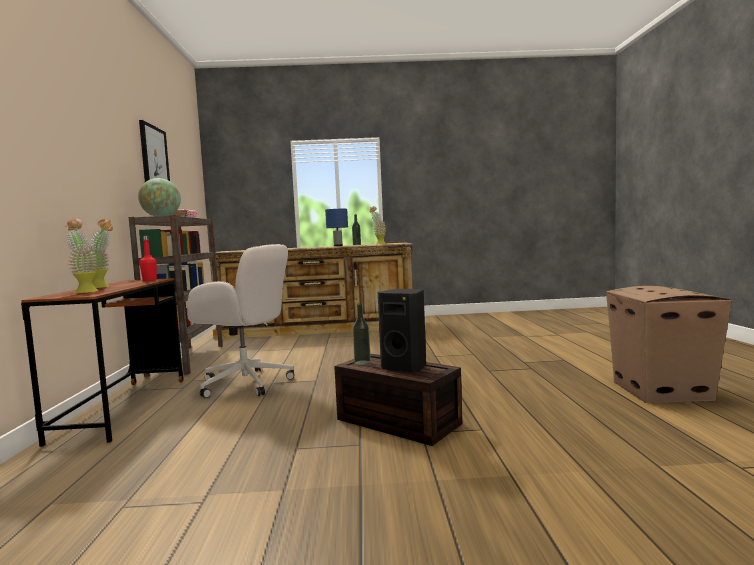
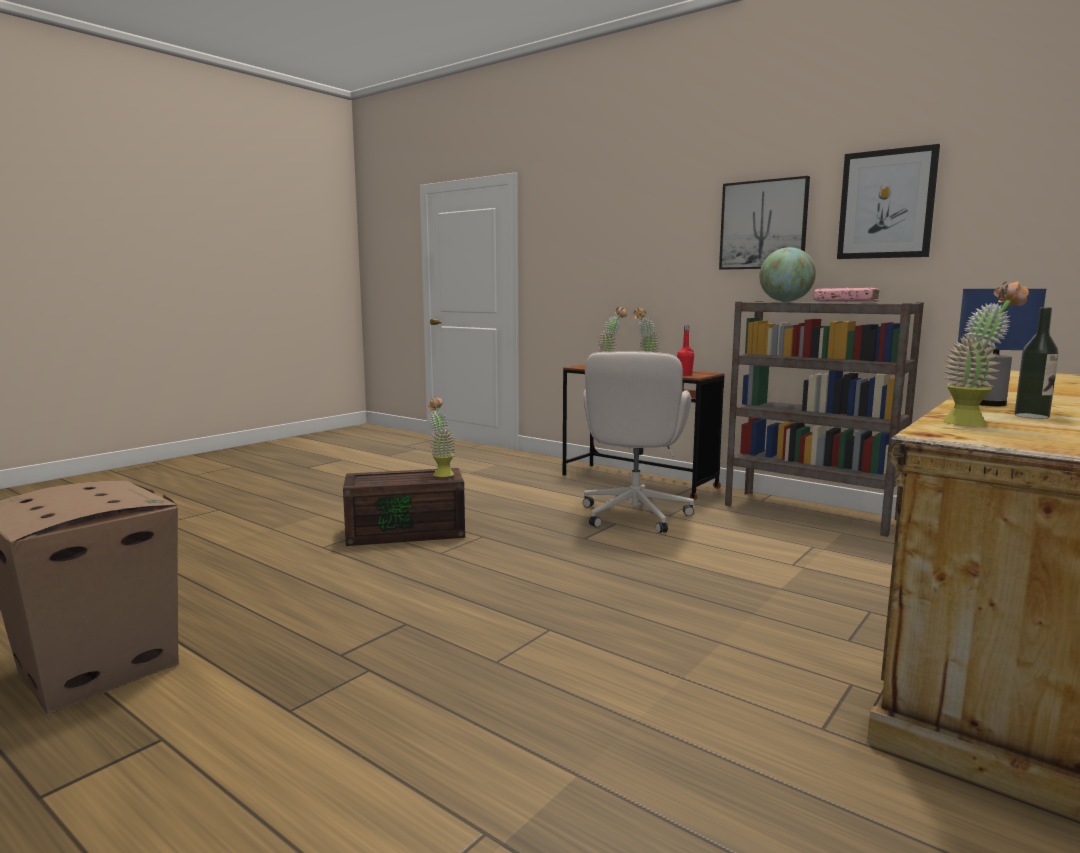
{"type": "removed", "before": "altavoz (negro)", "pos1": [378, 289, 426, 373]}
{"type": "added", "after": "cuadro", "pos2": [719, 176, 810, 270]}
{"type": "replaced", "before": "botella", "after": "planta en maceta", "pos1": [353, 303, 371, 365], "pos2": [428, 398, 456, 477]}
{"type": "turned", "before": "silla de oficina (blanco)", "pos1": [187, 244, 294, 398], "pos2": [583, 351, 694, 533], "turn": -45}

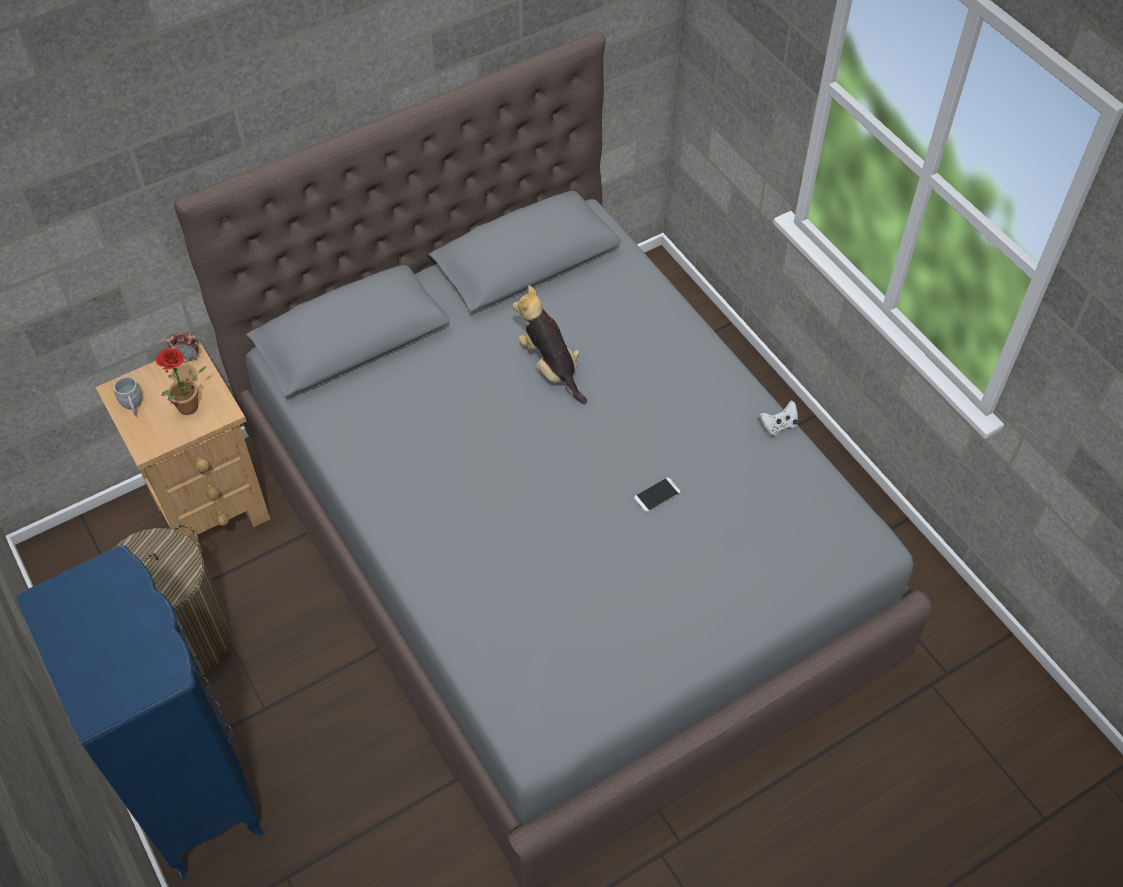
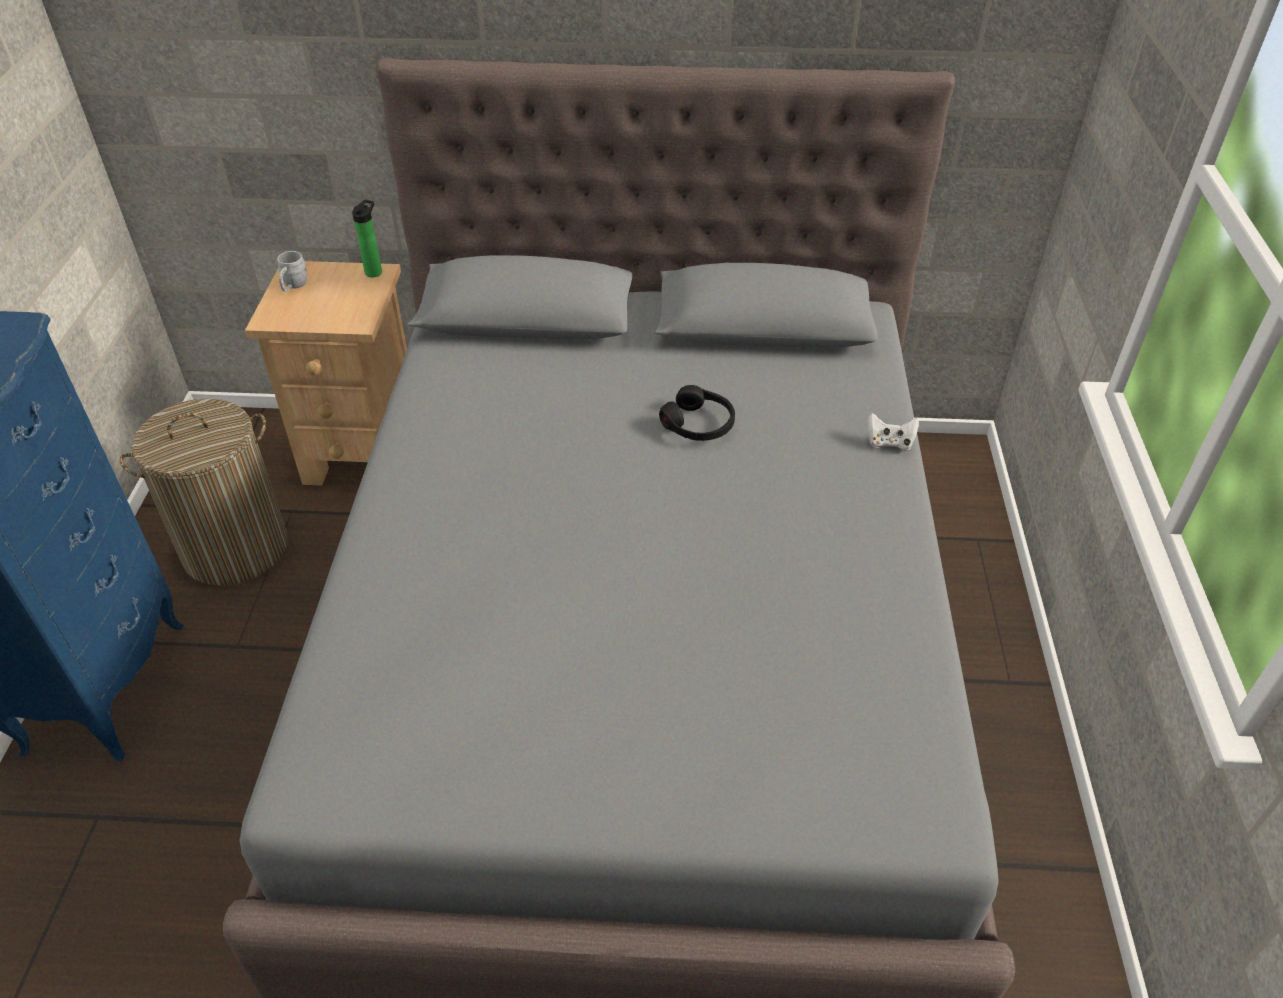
{"type": "removed", "before": "planta en maceta", "pos1": [156, 348, 207, 415]}
{"type": "removed", "before": "móvil", "pos1": [634, 477, 681, 512]}
{"type": "moved", "before": "mando de consola (blanco)", "pos1": [760, 401, 798, 436], "pos2": [867, 413, 919, 451]}
{"type": "replaced", "before": "despertador", "after": "botella", "pos1": [166, 332, 199, 362], "pos2": [352, 200, 382, 277]}
{"type": "replaced", "before": "peluche", "after": "auriculares (negro)", "pos1": [513, 285, 587, 404], "pos2": [659, 385, 735, 441]}

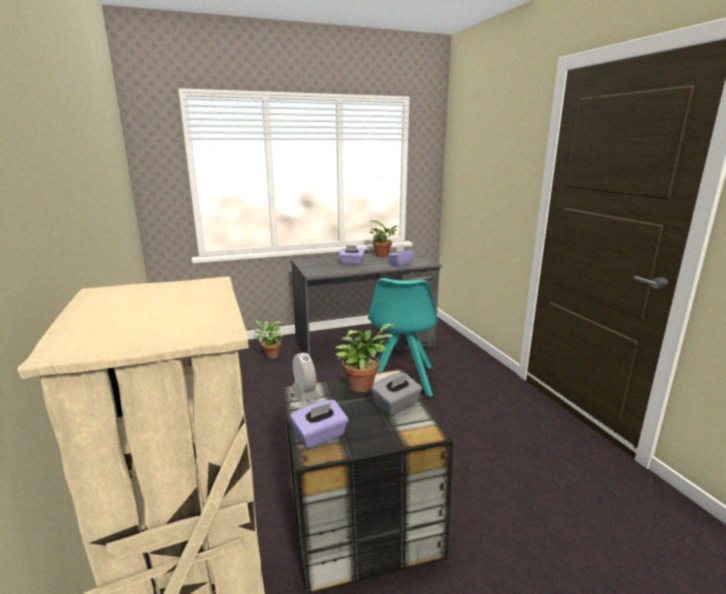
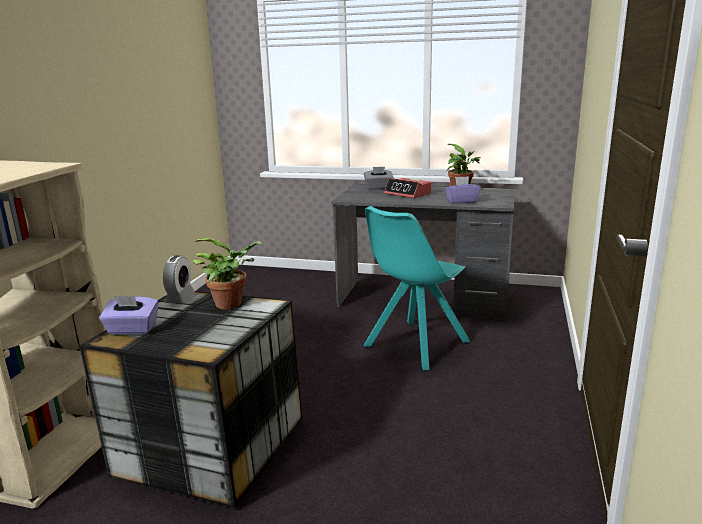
{"type": "removed", "before": "planta en maceta", "pos1": [254, 320, 283, 359]}
{"type": "moved", "before": "caja de pañuelos (gris)", "pos1": [371, 372, 422, 416], "pos2": [364, 167, 394, 189]}
{"type": "replaced", "before": "caja de pañuelos (morado)", "after": "despertador", "pos1": [339, 245, 365, 265], "pos2": [384, 178, 432, 198]}

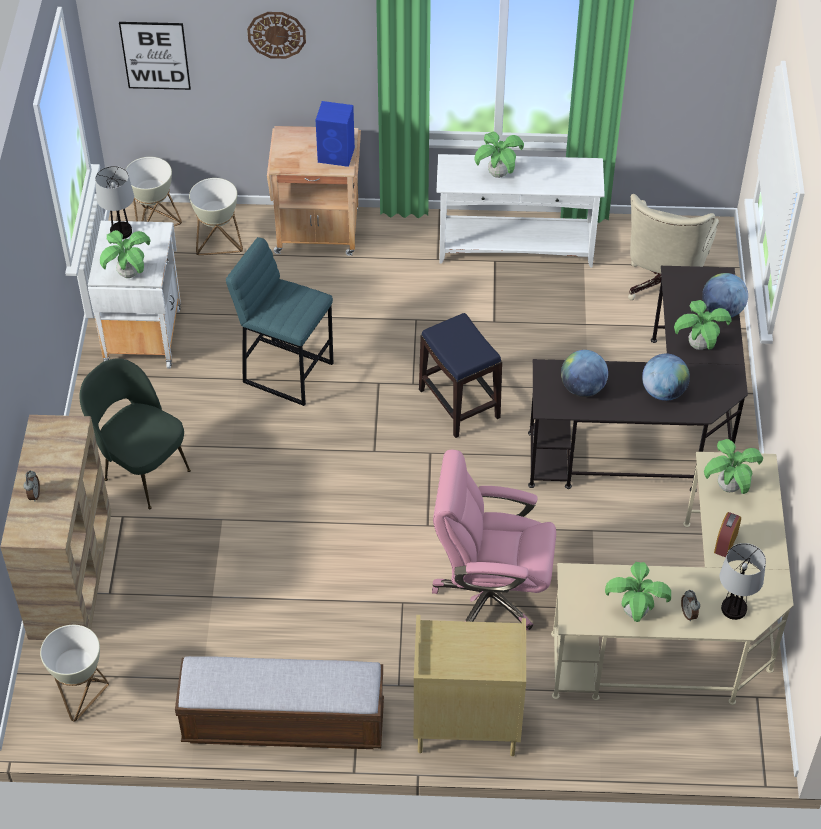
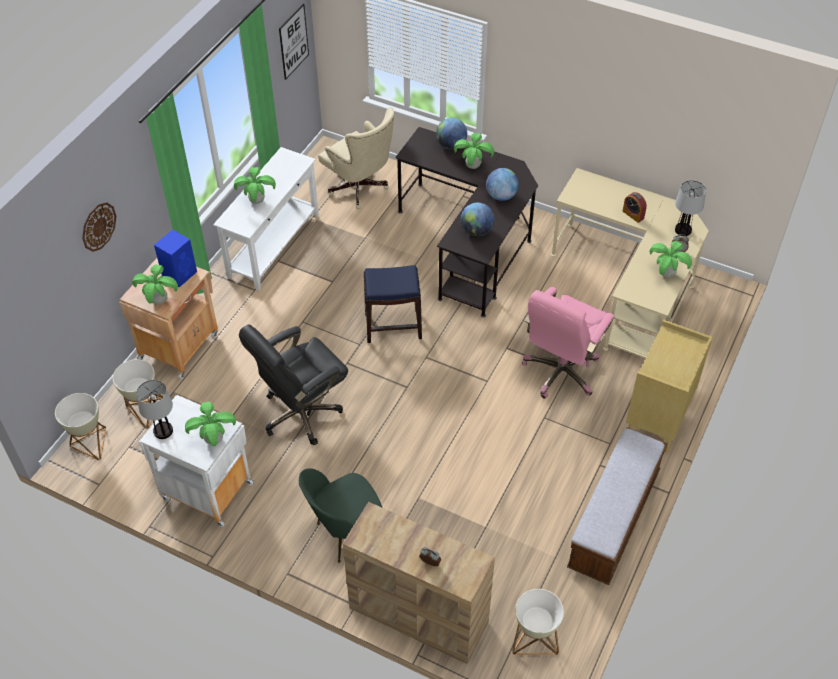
{"type": "moved", "before": "cuadro", "pos1": [119, 22, 191, 90], "pos2": [279, 4, 309, 80]}
{"type": "moved", "before": "planta en maceta", "pos1": [704, 439, 763, 494], "pos2": [132, 265, 178, 304]}
{"type": "replaced", "before": "taburete (turquesa)", "after": "silla de oficina (negro)", "pos1": [226, 237, 333, 406], "pos2": [239, 325, 348, 445]}

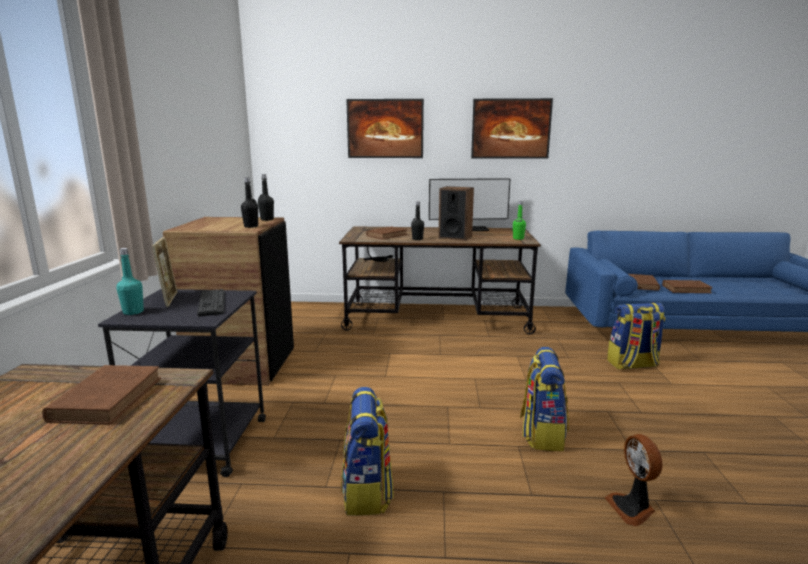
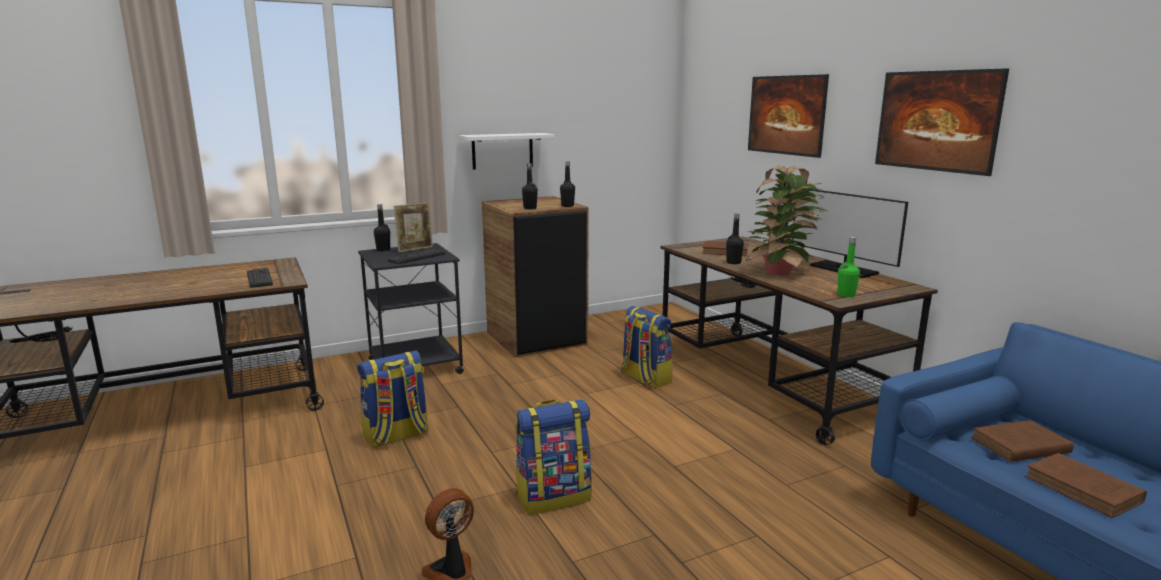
{"type": "added", "after": "estante (blanco)", "pos2": [459, 133, 555, 170]}
{"type": "moved", "before": "mochila", "pos1": [607, 303, 665, 370], "pos2": [621, 306, 673, 388]}
{"type": "replaced", "before": "libro (marrón)", "after": "teclado", "pos1": [42, 365, 161, 425], "pos2": [247, 268, 273, 288]}
{"type": "replaced", "before": "altavoz", "after": "planta en maceta", "pos1": [438, 186, 474, 241], "pos2": [745, 166, 828, 275]}
{"type": "recoloured", "before": "botella (turquesa)", "after": "botella (negro)", "pos1": [116, 248, 144, 315], "pos2": [374, 204, 390, 252]}

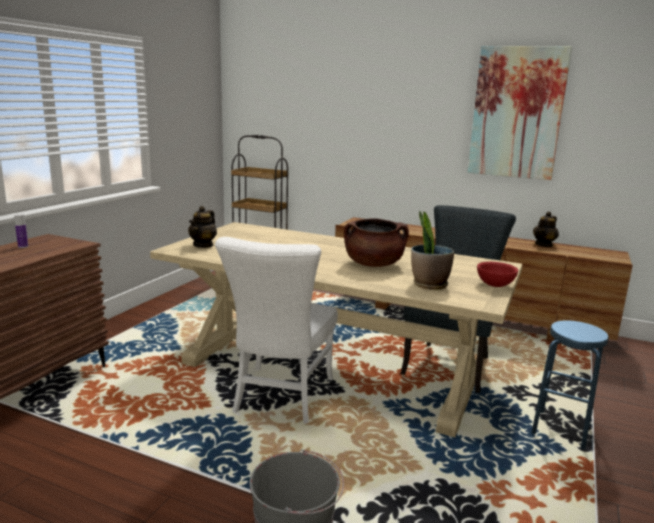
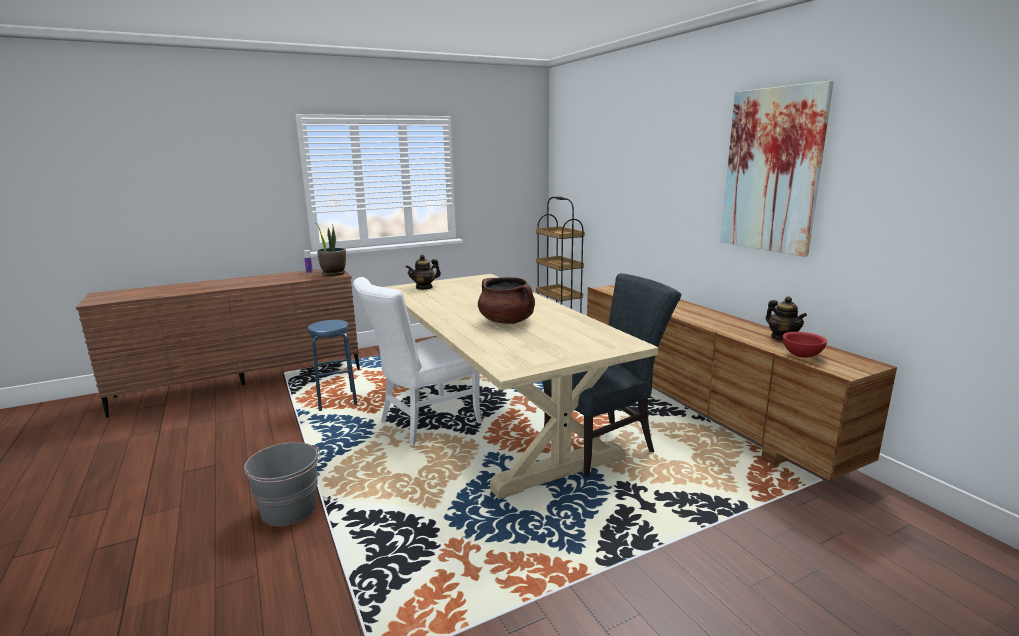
{"type": "moved", "before": "planta en maceta", "pos1": [411, 210, 454, 290], "pos2": [317, 225, 346, 276]}
{"type": "moved", "before": "cuenco (rojo)", "pos1": [477, 262, 518, 287], "pos2": [783, 332, 827, 358]}
{"type": "moved", "before": "taburete (azul)", "pos1": [531, 320, 609, 450], "pos2": [308, 320, 357, 411]}
{"type": "turned", "before": "tetera", "pos1": [533, 211, 559, 247], "pos2": [766, 296, 807, 341], "turn": -105}

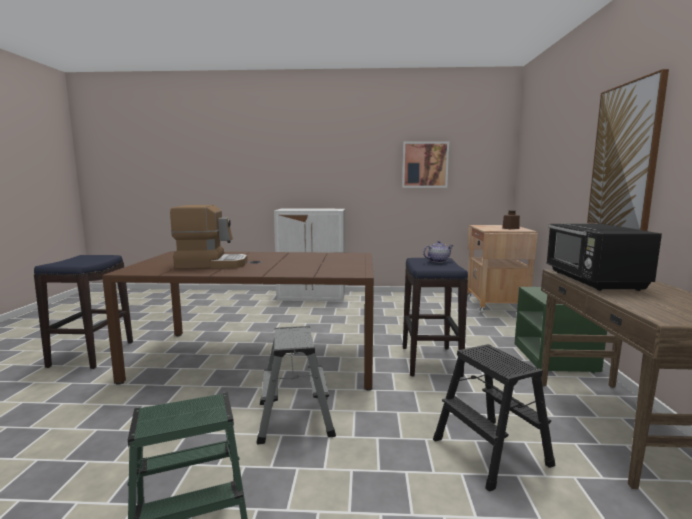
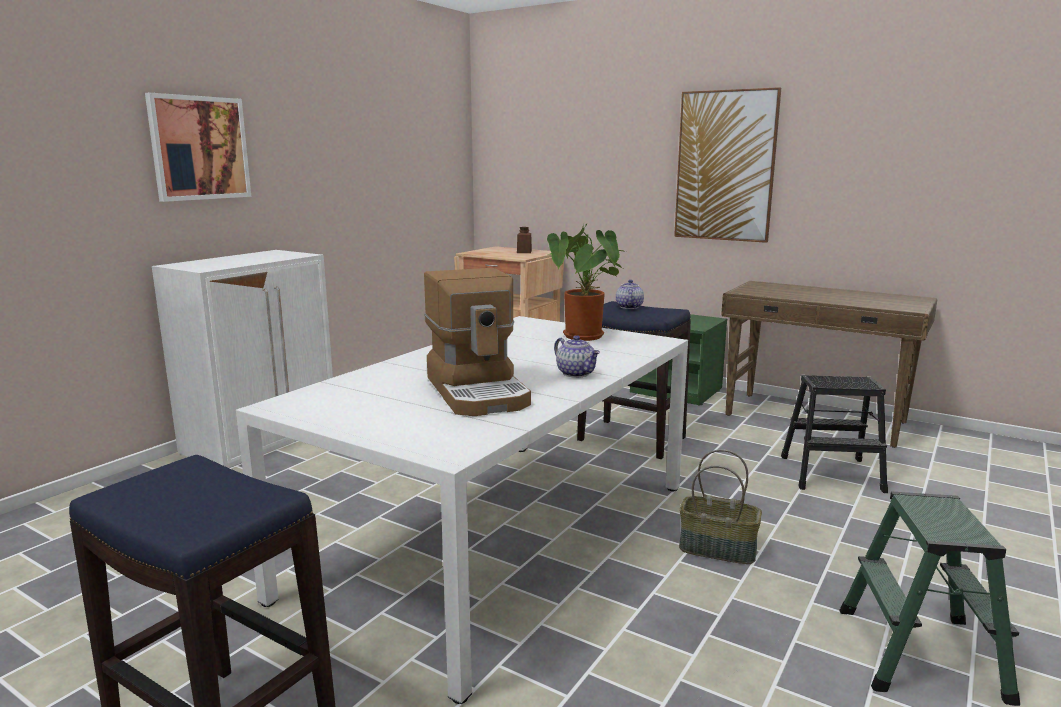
{"type": "removed", "before": "microondas (negro)", "pos1": [546, 224, 662, 291]}
{"type": "added", "after": "planta en maceta", "pos2": [547, 224, 626, 341]}
{"type": "added", "after": "tetera", "pos2": [554, 335, 600, 378]}
{"type": "moved", "before": "cuadro", "pos1": [402, 141, 449, 188], "pos2": [145, 93, 251, 202]}
{"type": "replaced", "before": "escalera de tijera (gris)", "after": "cesta", "pos1": [256, 326, 336, 444], "pos2": [679, 449, 762, 564]}
{"type": "recoloured", "before": "mesa de comedor (marrón)", "after": "mesa de comedor (blanco)", "pos1": [102, 251, 374, 391], "pos2": [236, 316, 688, 704]}
{"type": "turned", "before": "cafetera", "pos1": [170, 205, 248, 269], "pos2": [424, 268, 531, 416], "turn": 135}

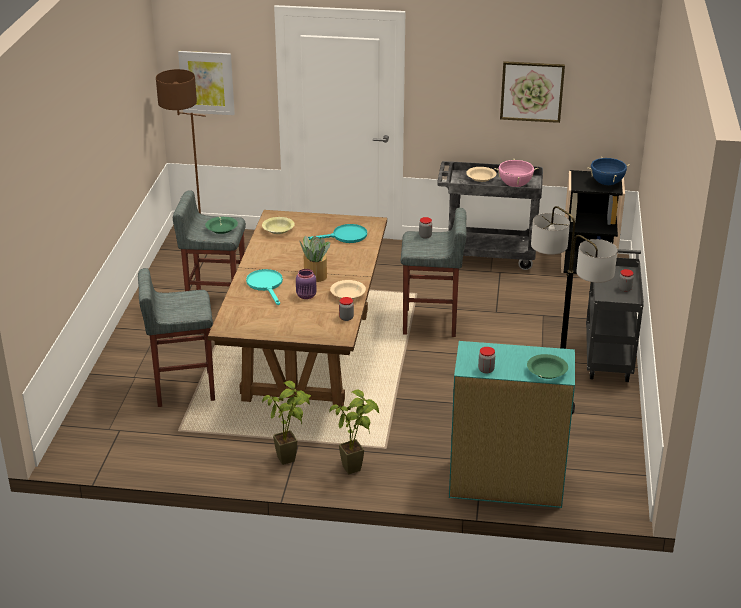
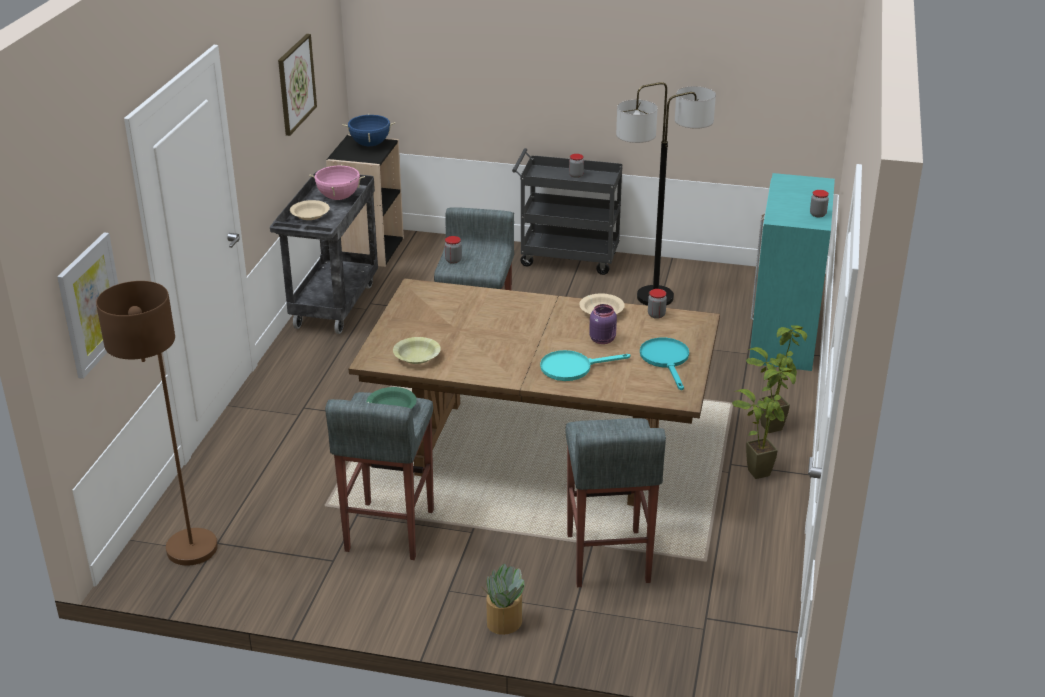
{"type": "removed", "before": "cuenco (verde)", "pos1": [527, 354, 568, 379]}
{"type": "moved", "before": "planta en maceta", "pos1": [299, 235, 330, 282], "pos2": [483, 563, 524, 635]}
{"type": "moved", "before": "sartén (turquesa)", "pos1": [308, 224, 367, 243], "pos2": [640, 338, 689, 390]}

